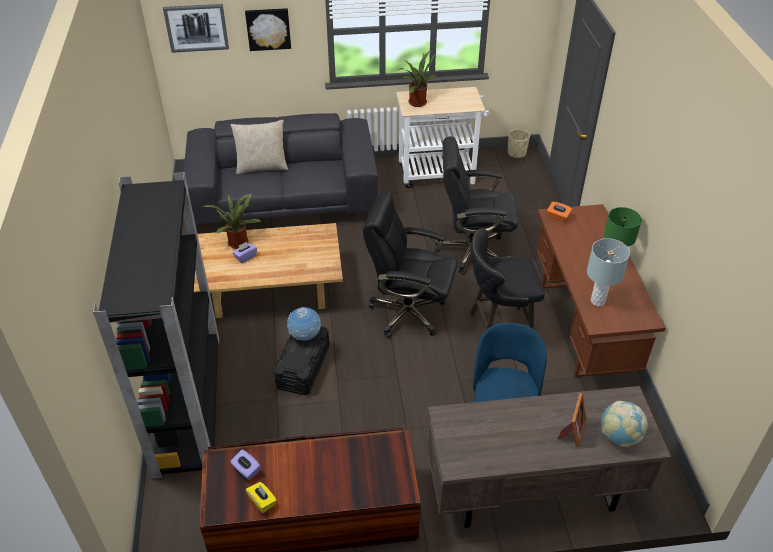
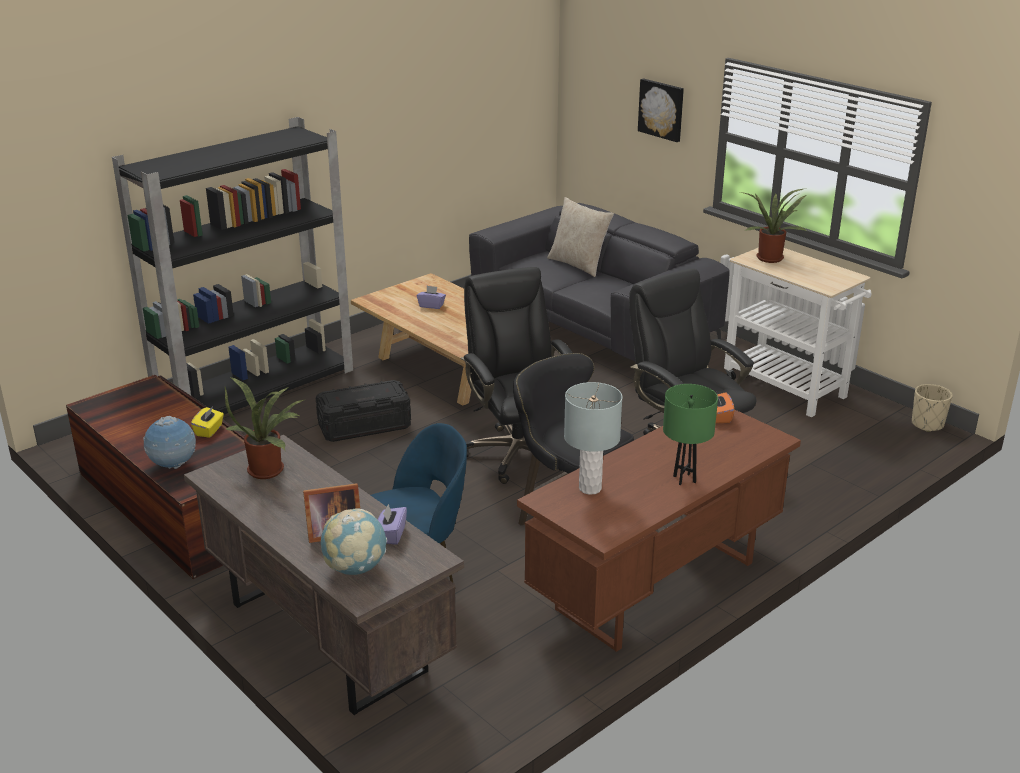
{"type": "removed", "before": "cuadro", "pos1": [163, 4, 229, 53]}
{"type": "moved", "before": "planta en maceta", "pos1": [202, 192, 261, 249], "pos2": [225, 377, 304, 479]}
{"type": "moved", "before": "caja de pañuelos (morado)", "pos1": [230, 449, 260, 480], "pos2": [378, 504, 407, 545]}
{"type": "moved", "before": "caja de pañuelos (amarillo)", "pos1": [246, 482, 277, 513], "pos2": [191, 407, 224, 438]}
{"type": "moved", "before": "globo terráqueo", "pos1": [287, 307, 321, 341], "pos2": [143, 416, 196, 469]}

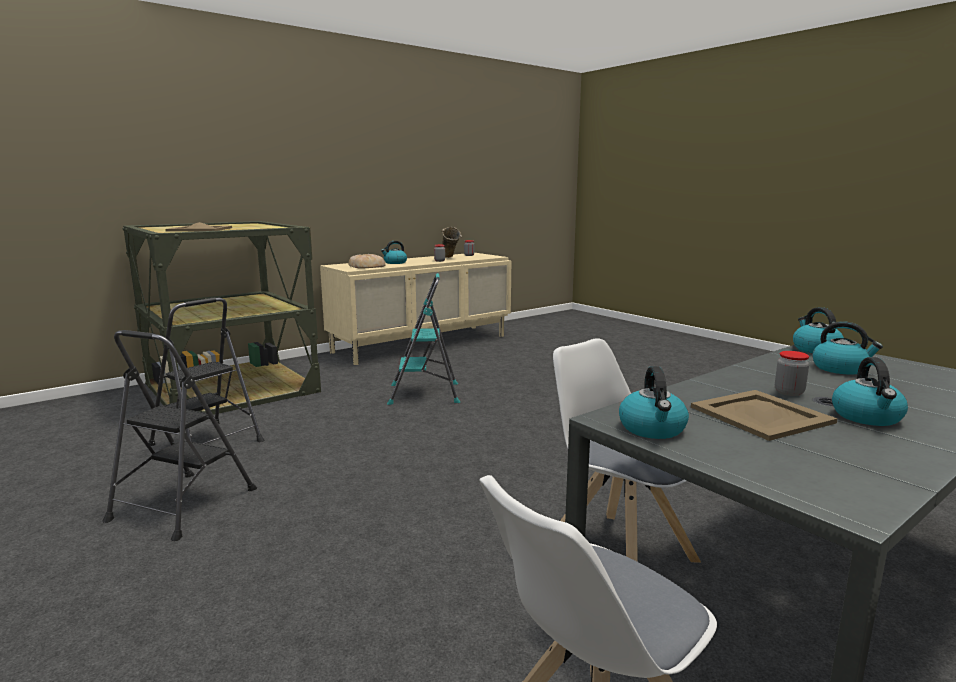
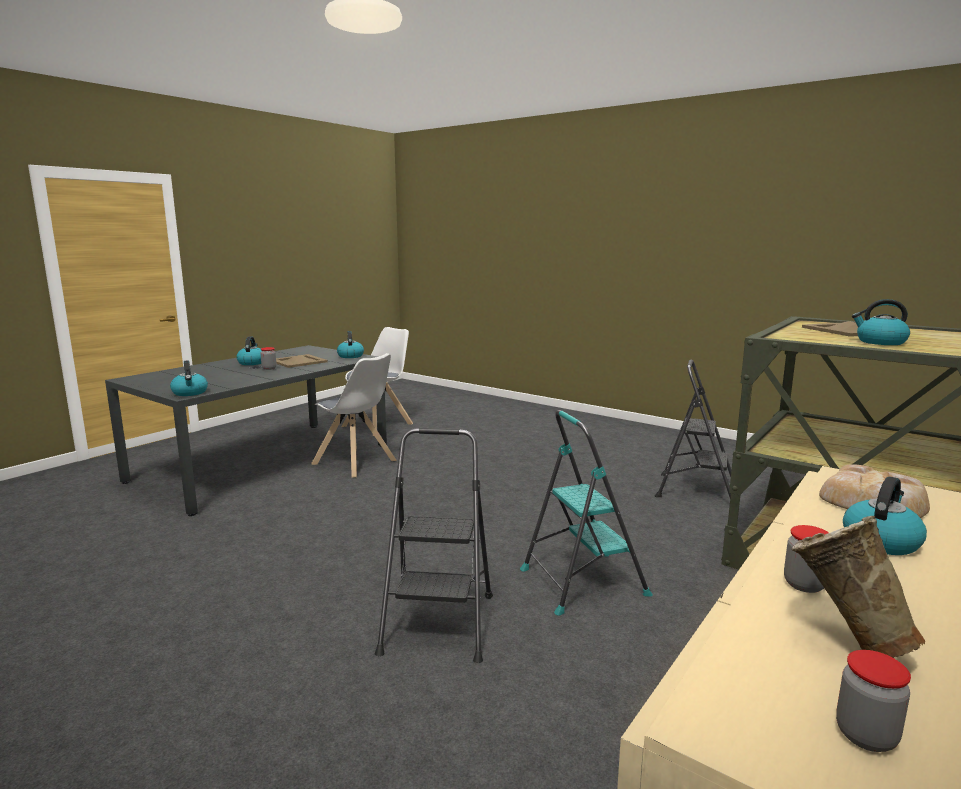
{"type": "moved", "before": "escalera de tijera (negro)", "pos1": [102, 330, 257, 541], "pos2": [375, 428, 493, 663]}
{"type": "moved", "before": "hervidor", "pos1": [813, 321, 883, 375], "pos2": [852, 299, 910, 345]}

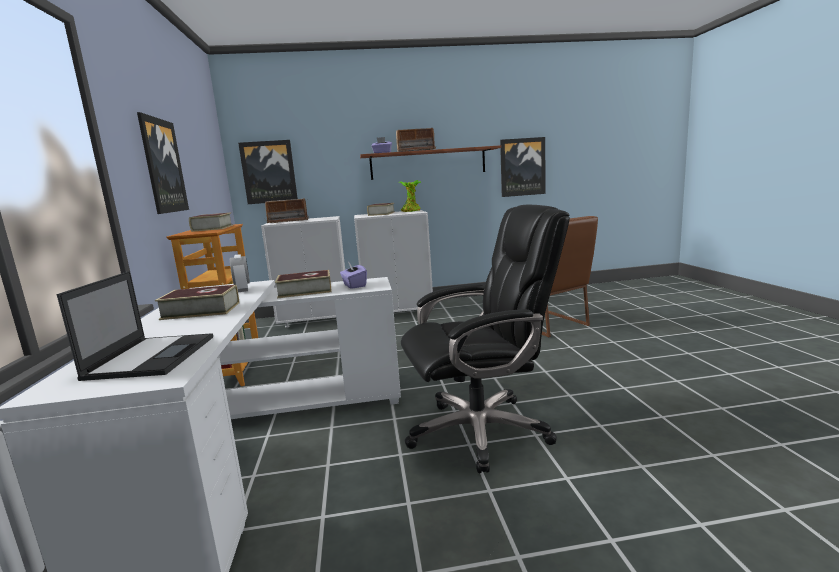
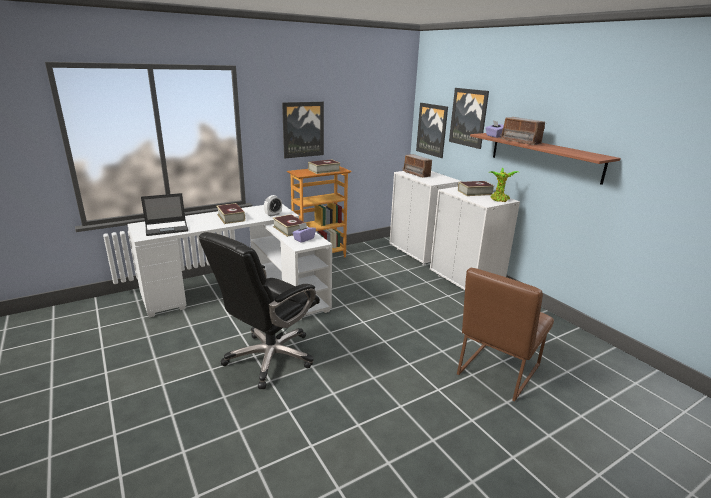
{"type": "moved", "before": "cuadro", "pos1": [500, 137, 546, 197], "pos2": [449, 88, 489, 149]}
{"type": "turned", "before": "silla de oficina (negro)", "pos1": [401, 205, 570, 473], "pos2": [199, 232, 320, 389], "turn": 75}

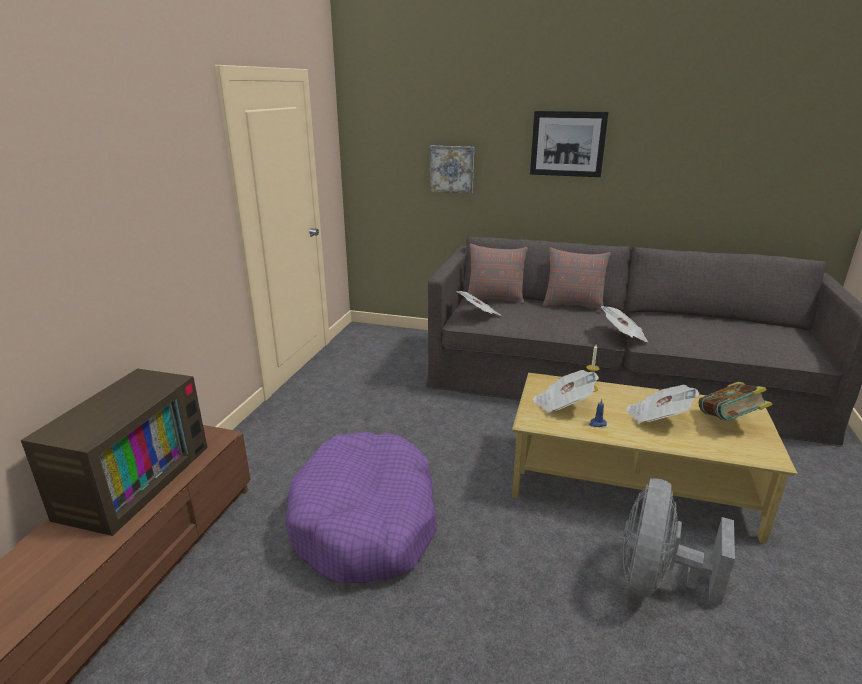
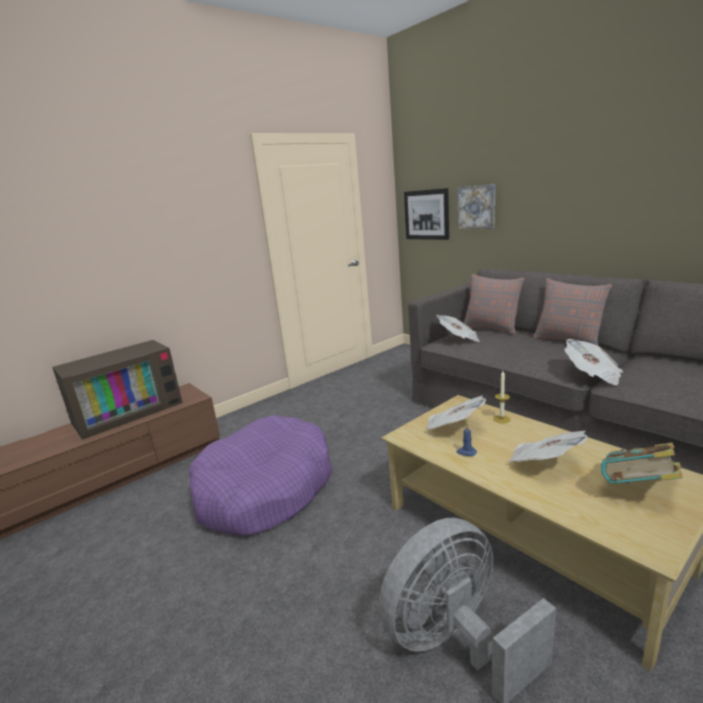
{"type": "moved", "before": "cuadro", "pos1": [530, 111, 608, 177], "pos2": [404, 188, 449, 240]}

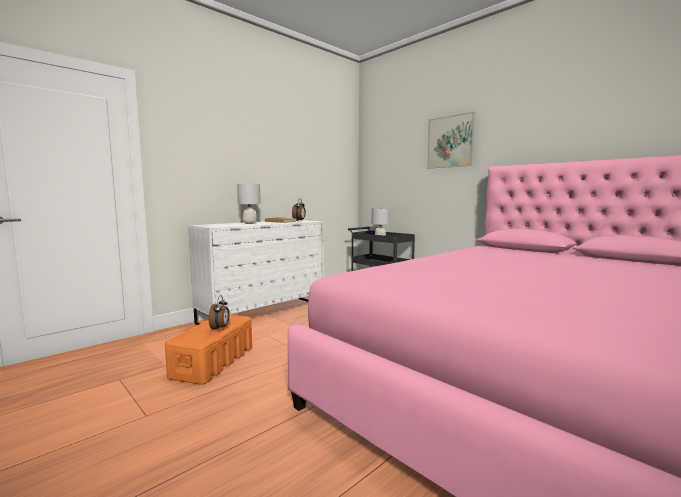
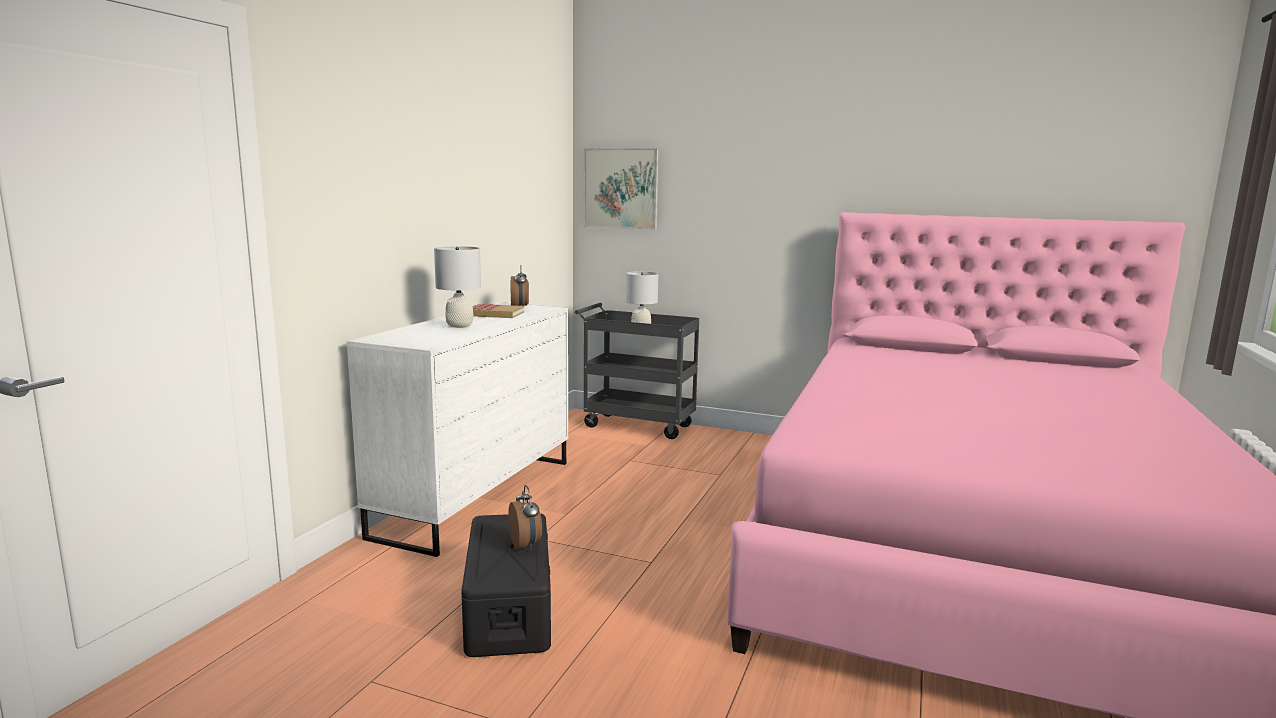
{"type": "moved", "before": "cuadro", "pos1": [427, 112, 476, 169], "pos2": [584, 148, 659, 230]}
{"type": "recoloured", "before": "caja de almacenaje (naranja)", "after": "caja de almacenaje (negro)", "pos1": [165, 315, 252, 385], "pos2": [461, 513, 551, 657]}

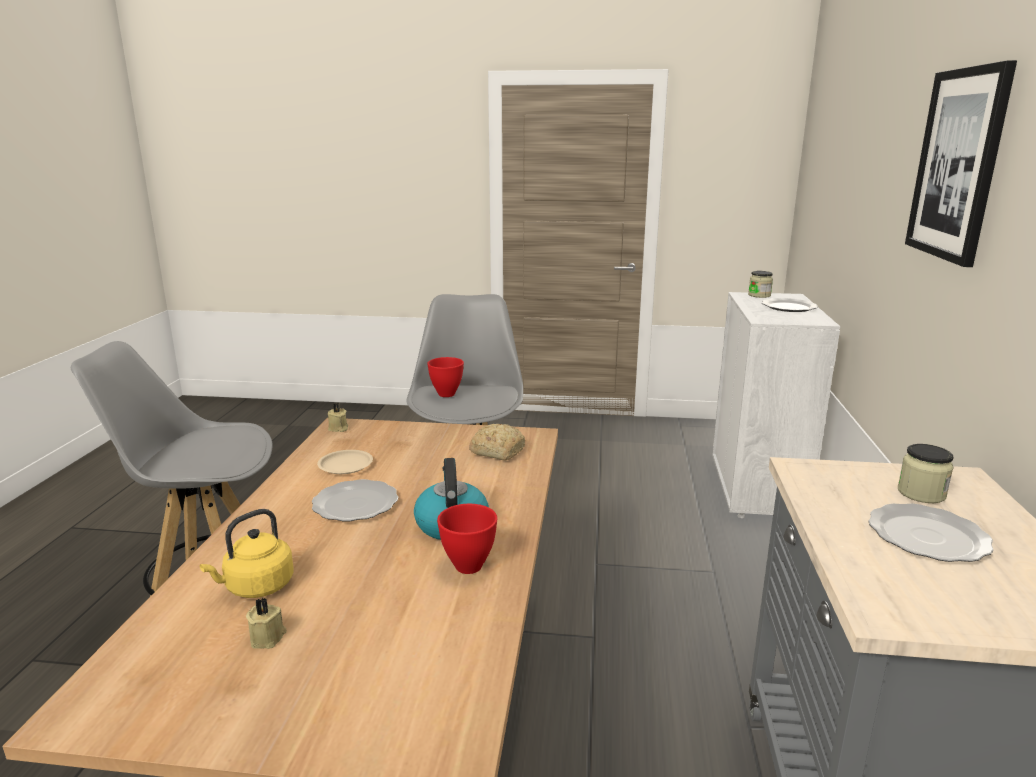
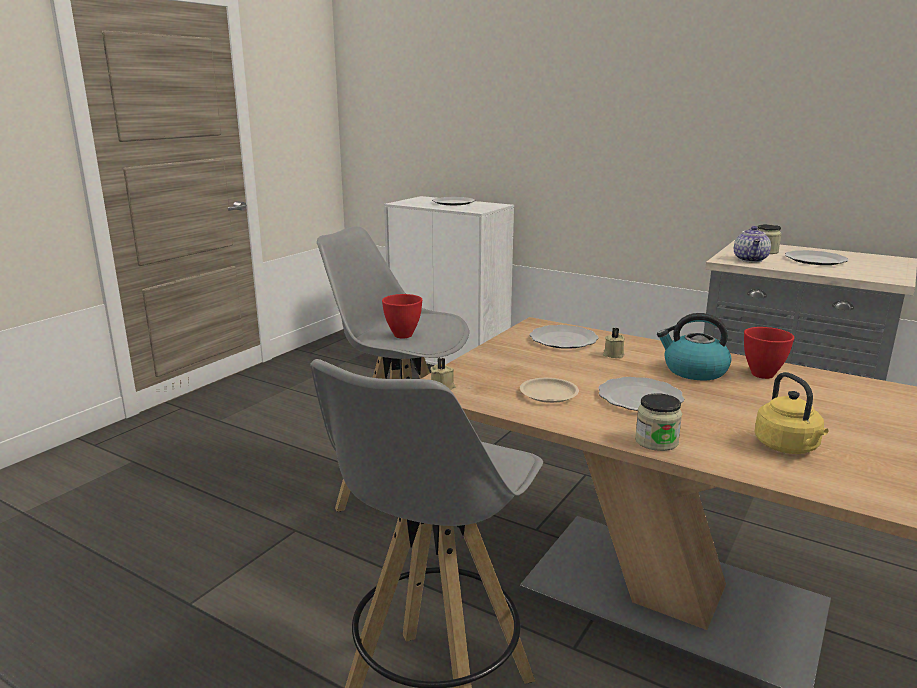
{"type": "removed", "before": "cuadro", "pos1": [905, 60, 1017, 267]}
{"type": "added", "after": "tetera", "pos2": [734, 226, 771, 262]}
{"type": "moved", "before": "vela (beis)", "pos1": [246, 598, 287, 649], "pos2": [603, 328, 625, 358]}
{"type": "moved", "before": "tarro", "pos1": [748, 271, 773, 298], "pos2": [635, 393, 682, 451]}
{"type": "replaced", "before": "pan", "after": "plato", "pos1": [469, 424, 525, 461], "pos2": [530, 325, 599, 349]}

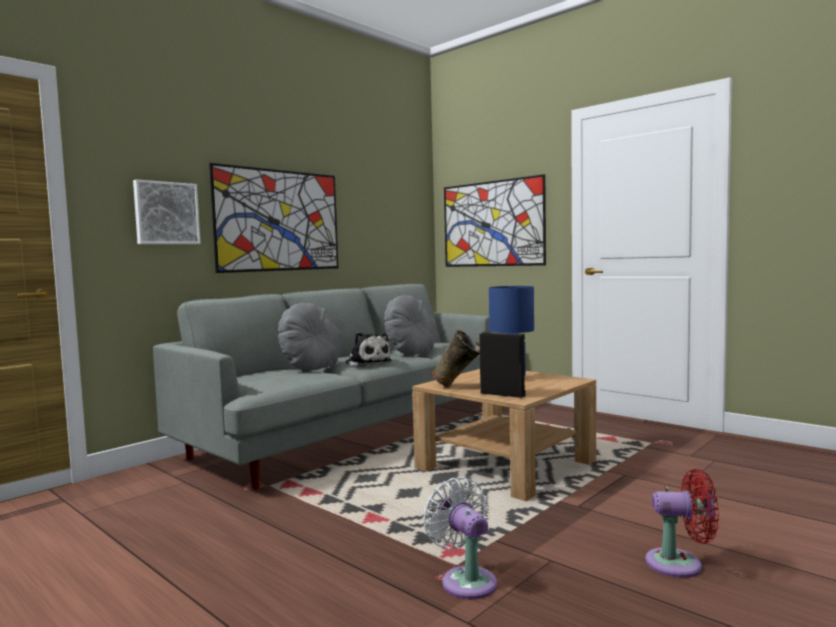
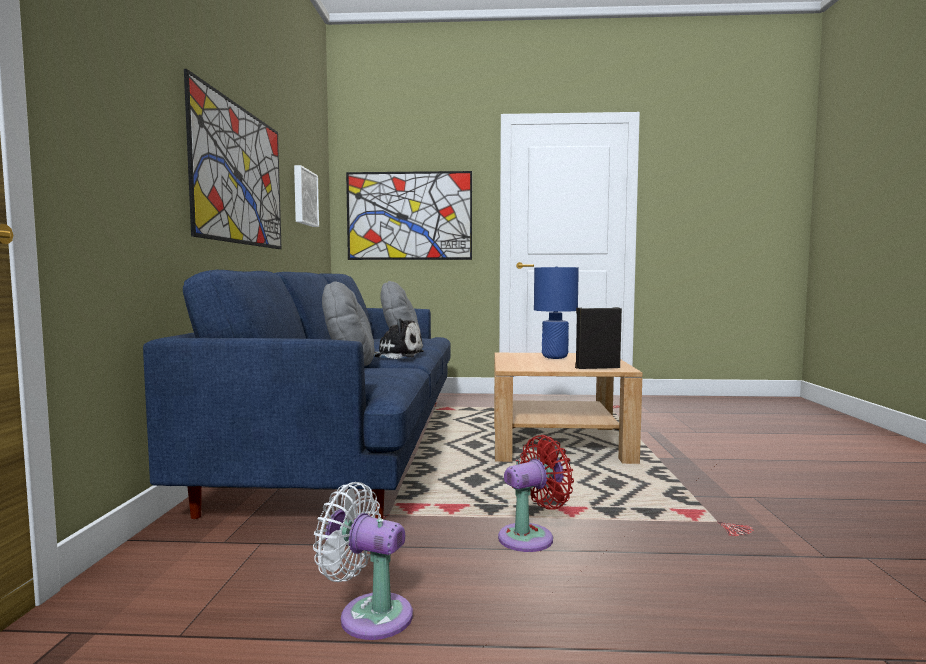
{"type": "removed", "before": "florero (beis)", "pos1": [431, 330, 480, 388]}
{"type": "moved", "before": "cuadro", "pos1": [133, 179, 201, 244], "pos2": [294, 165, 319, 227]}
{"type": "moved", "before": "ventilador (blanco)", "pos1": [423, 477, 497, 599], "pos2": [313, 482, 413, 640]}
{"type": "moved", "before": "ventilador (rojo)", "pos1": [645, 469, 719, 578], "pos2": [498, 435, 574, 552]}
{"type": "recoloured", "before": "sofá (gris)", "after": "sofá (azul)", "pos1": [153, 284, 492, 489], "pos2": [143, 270, 451, 519]}

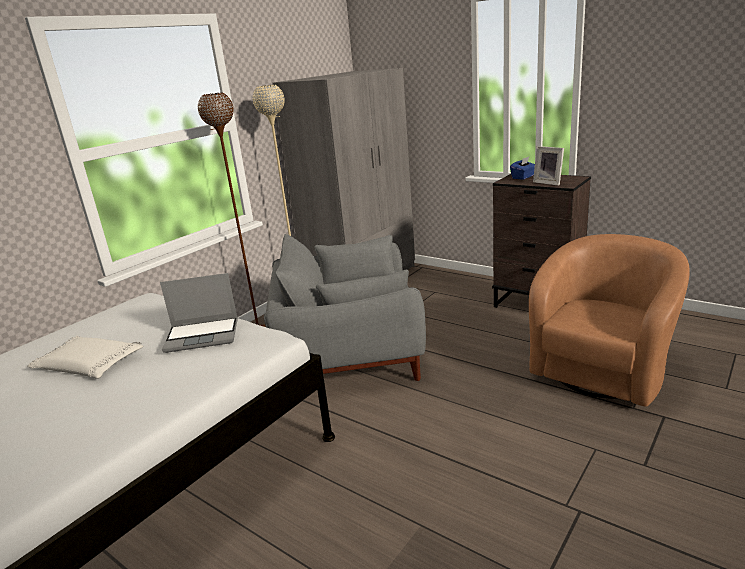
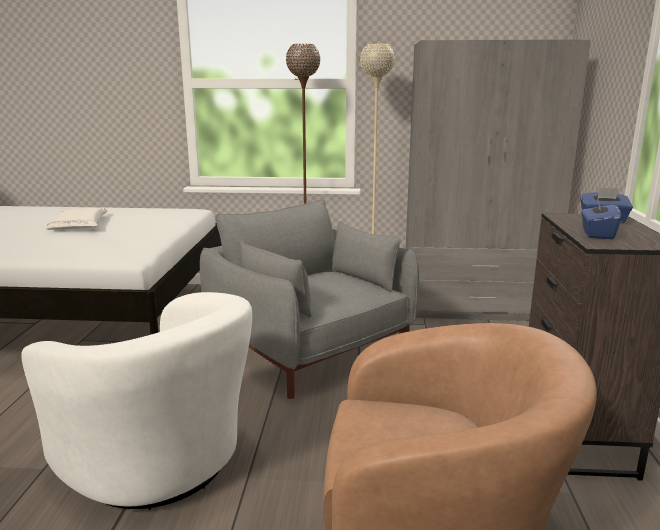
{"type": "removed", "before": "portátil", "pos1": [160, 273, 238, 353]}
{"type": "added", "after": "sillón (blanco)", "pos2": [21, 292, 252, 510]}
{"type": "replaced", "before": "portarretratos", "after": "caja de pañuelos (azul)", "pos1": [533, 146, 564, 186], "pos2": [581, 195, 621, 239]}

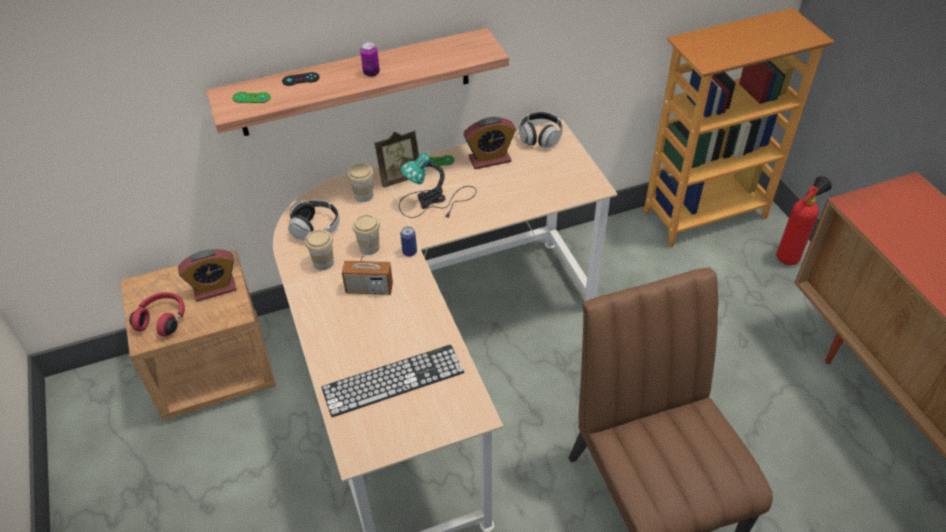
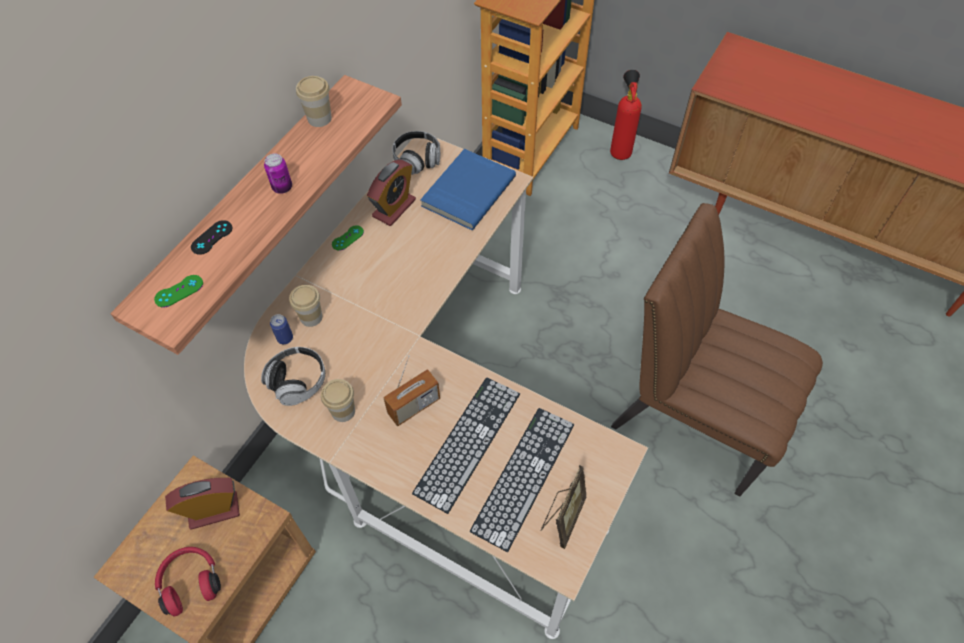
{"type": "removed", "before": "lámpara de mesa", "pos1": [399, 153, 477, 219]}
{"type": "added", "after": "teclado", "pos2": [412, 377, 520, 514]}
{"type": "added", "after": "libro (azul)", "pos2": [420, 149, 516, 230]}
{"type": "moved", "before": "taza", "pos1": [352, 215, 380, 255], "pos2": [296, 76, 332, 127]}
{"type": "moved", "before": "portarretratos", "pos1": [374, 130, 419, 188], "pos2": [540, 465, 586, 549]}
{"type": "moved", "before": "lata", "pos1": [400, 226, 417, 257], "pos2": [270, 314, 293, 344]}
{"type": "turned", "before": "despertador", "pos1": [178, 249, 237, 302], "pos2": [165, 478, 240, 530], "turn": -135}

